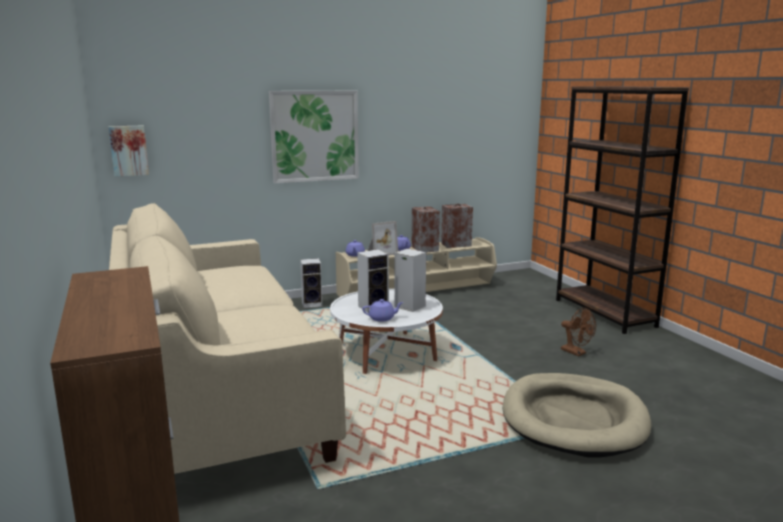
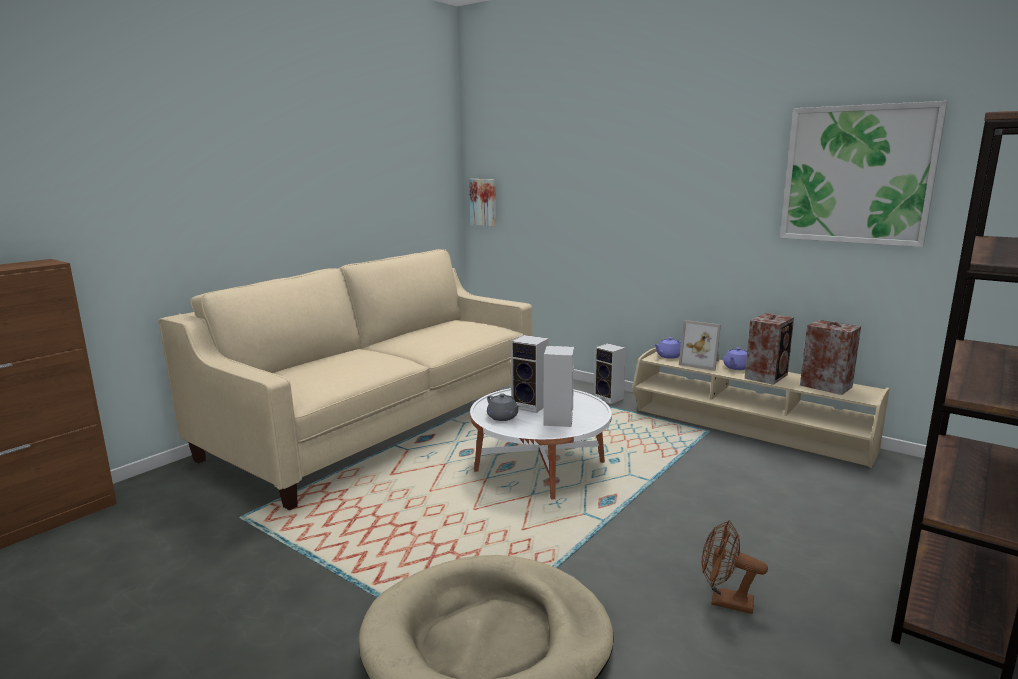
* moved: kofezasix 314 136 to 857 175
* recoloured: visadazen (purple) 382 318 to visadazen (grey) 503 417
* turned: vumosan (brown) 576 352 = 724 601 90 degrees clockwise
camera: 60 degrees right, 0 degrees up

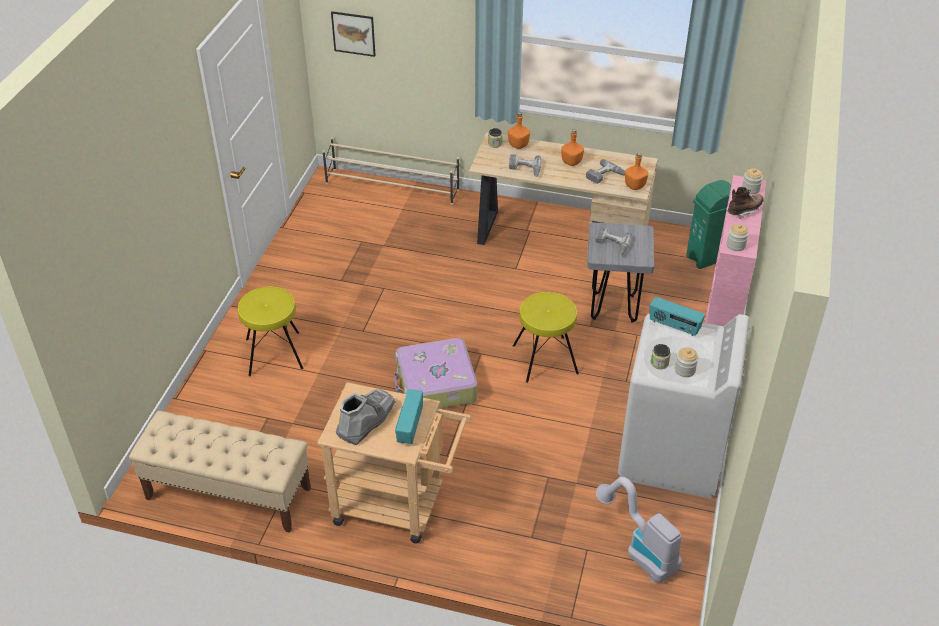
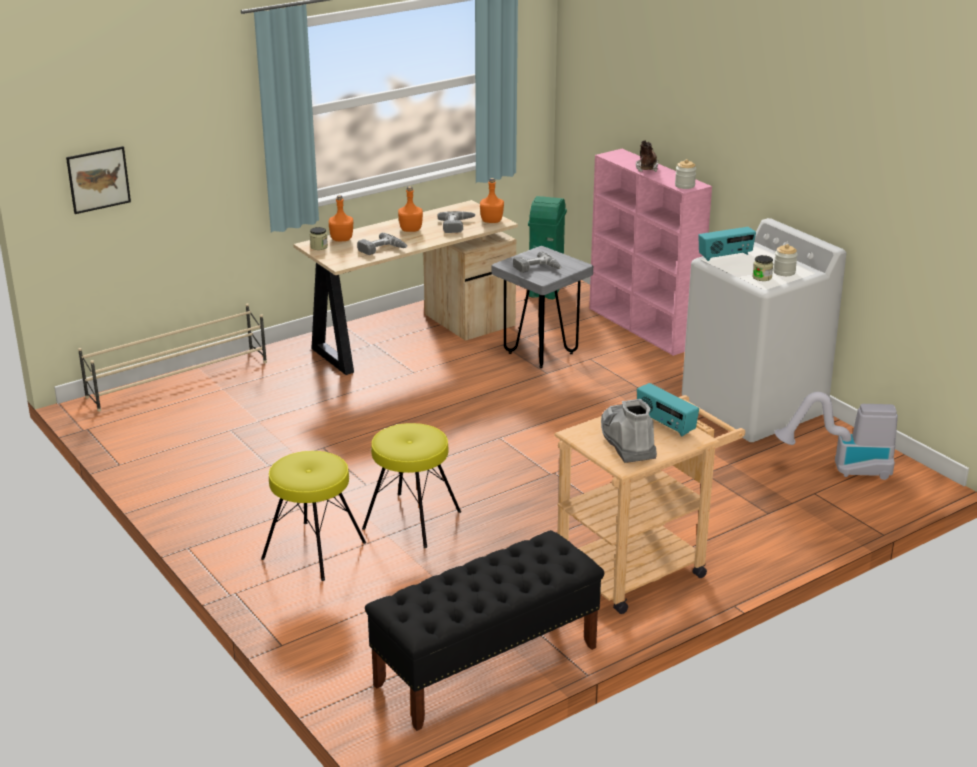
* recoloured: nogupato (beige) 228 493 to nogupato (black) 486 666
* removed: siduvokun 435 384
* moved: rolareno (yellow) 545 359 to 412 520
* removed: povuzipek 750 189
camera: 50 degrees left, 15 degrees down

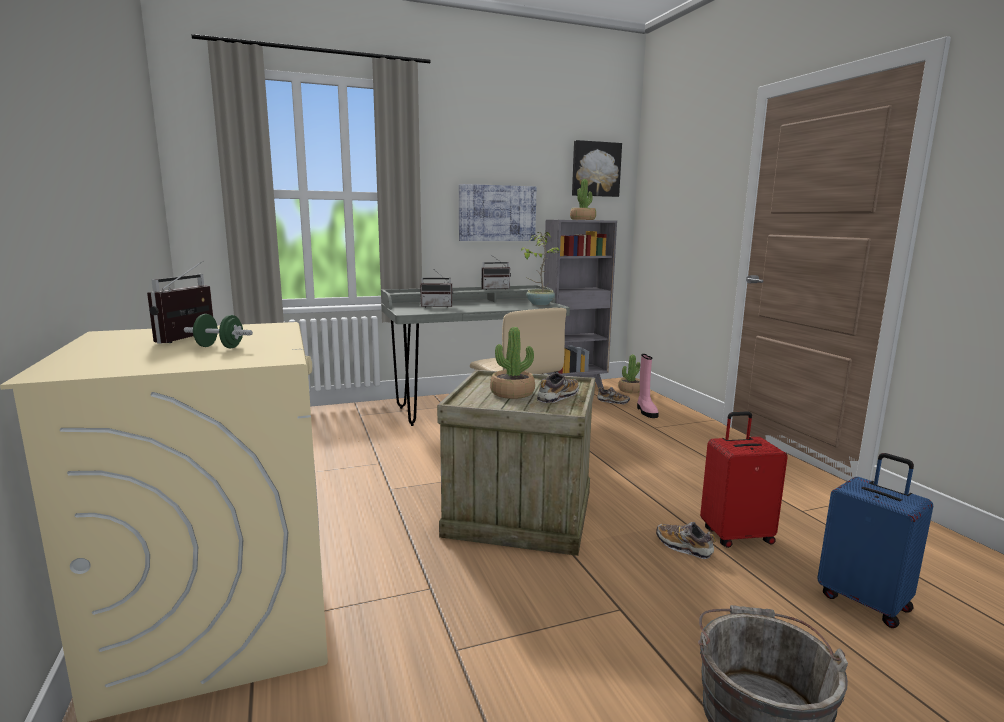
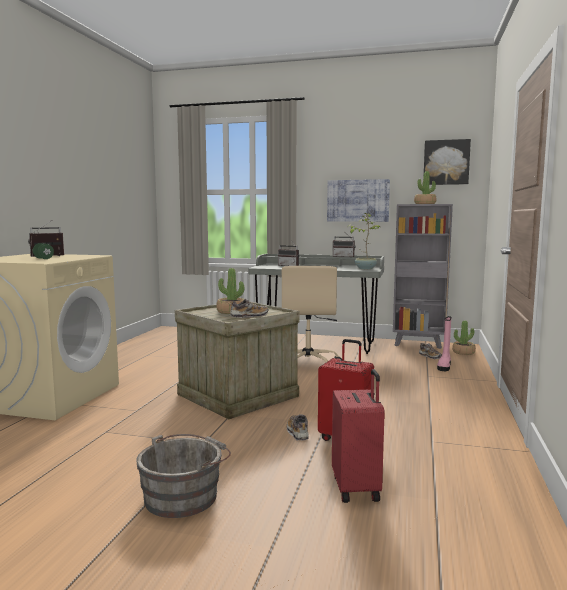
* recoloured: siduvokun (blue) 865 601 to siduvokun (red) 357 488
camera: 35 degrees right, 5 degrees down

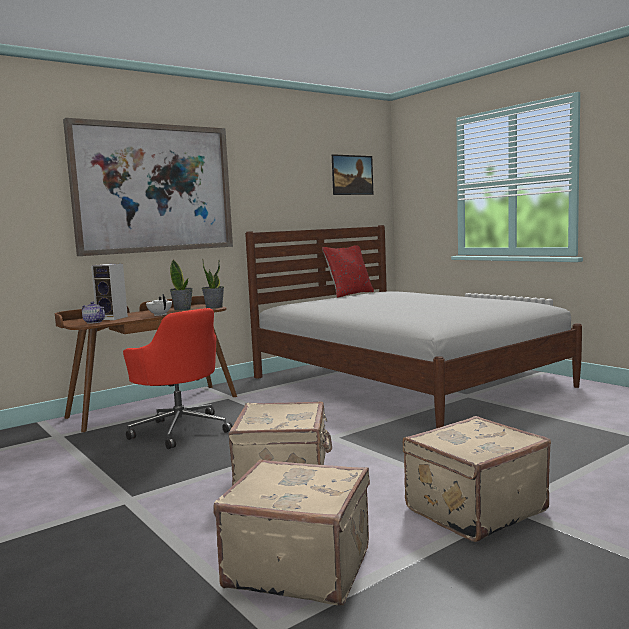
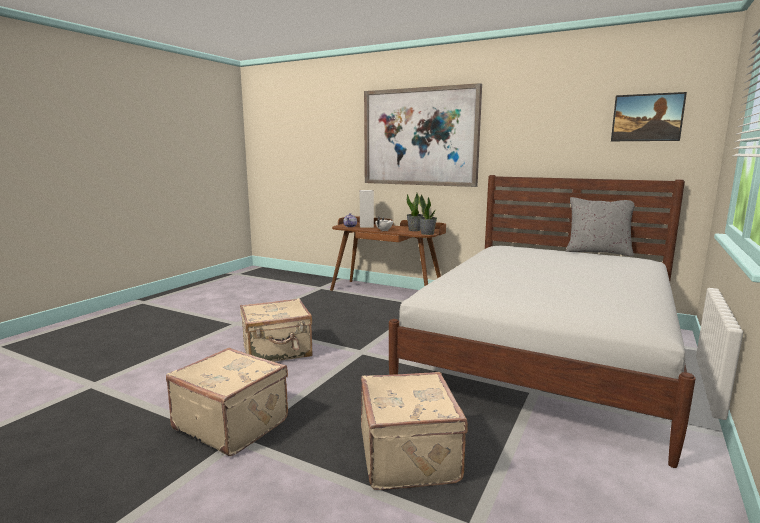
* removed: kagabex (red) 180 429
* moved: siduvokun (beige) 299 566 to 410 455
* recoloured: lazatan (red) 349 294 to lazatan (grey) 597 252
camera: 65 degrees right, 5 degrees up

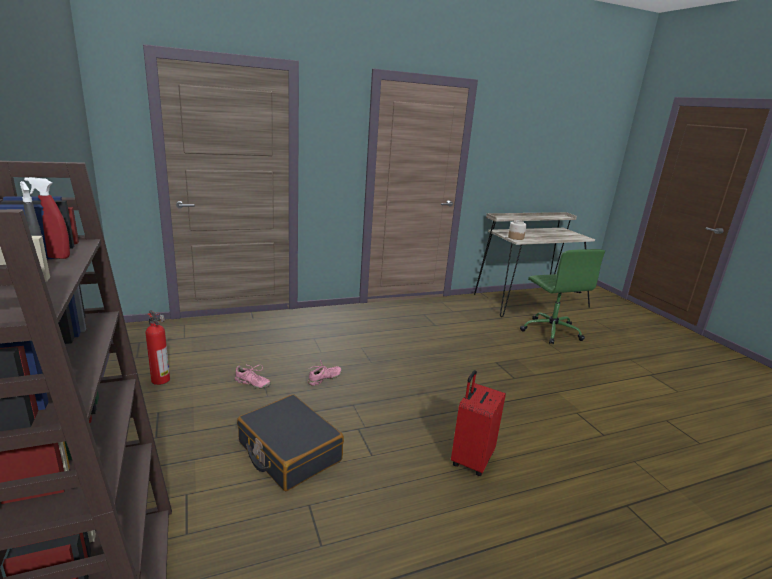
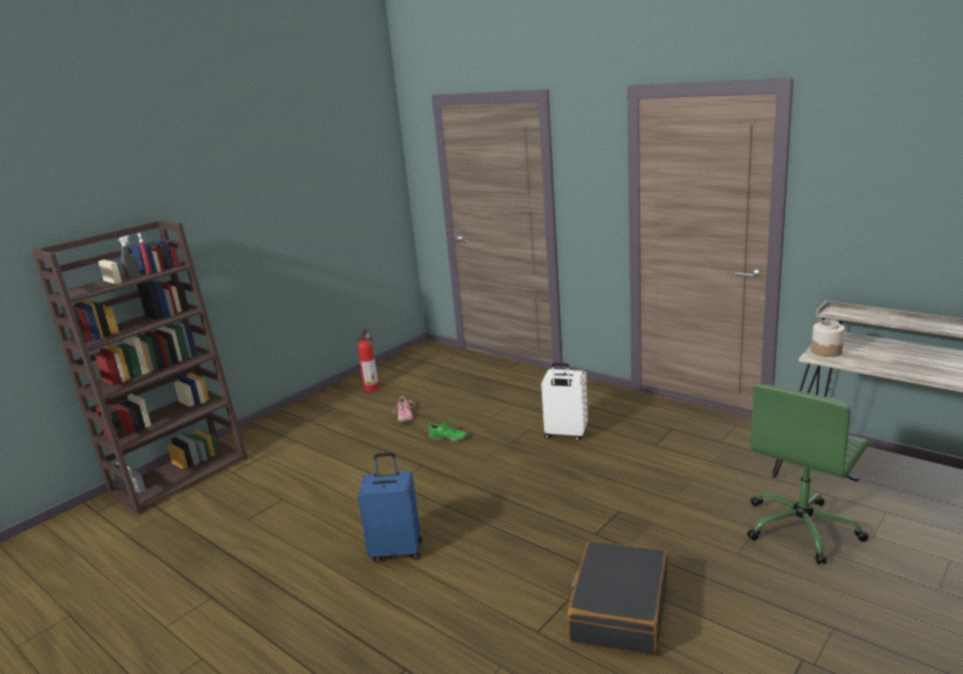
* moved: siduvokun (black) 289 452 to 619 610
* recoloured: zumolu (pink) 324 379 to zumolu (green) 447 438
* recoloured: siduvokun (red) 471 460 to siduvokun (blue) 397 550
* added: siduvokun (white) 565 434
camera: 65 degrees right, 0 degrees up

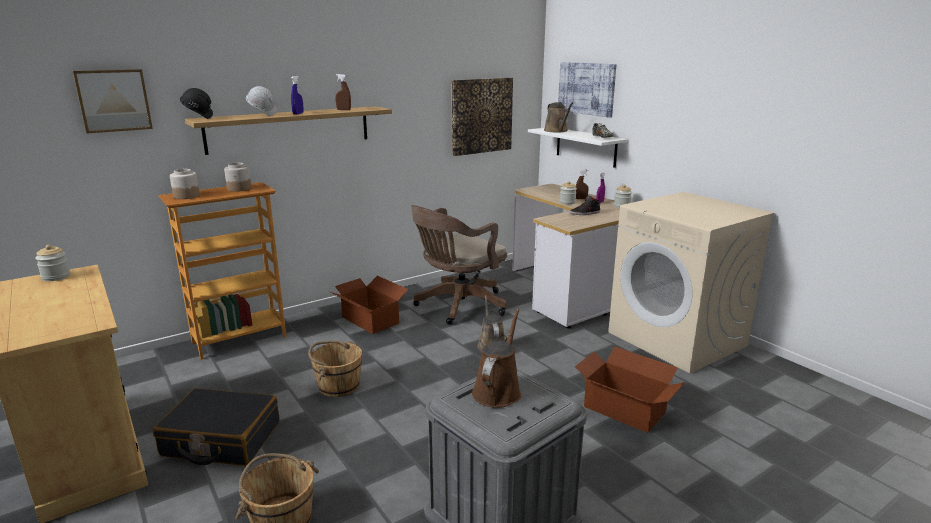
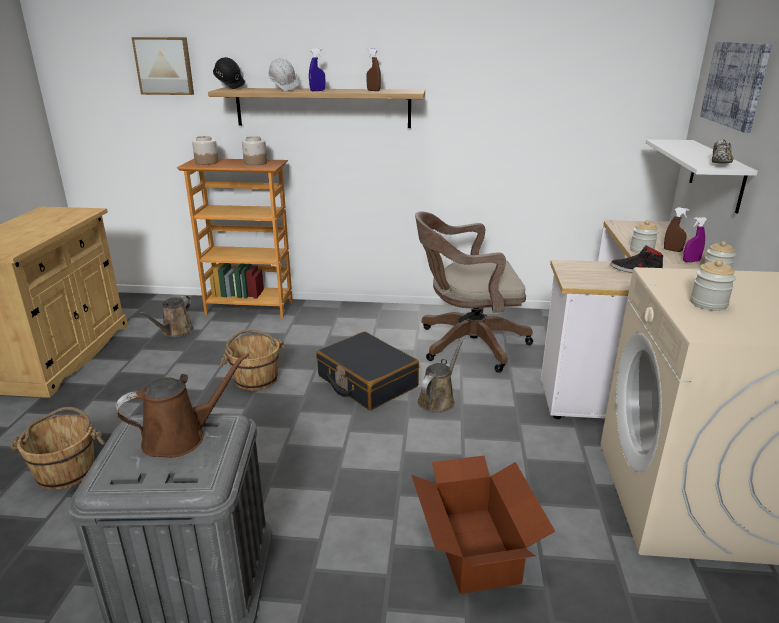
* moved: povuzipek 56 277 to 708 304
* moved: siduvokun (black) 221 439 to 366 382
* removed: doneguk 370 320
* removed: kofezasix 481 116
* moved: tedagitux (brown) 557 131 to 175 332
camera: 40 degrees right, 5 degrees up

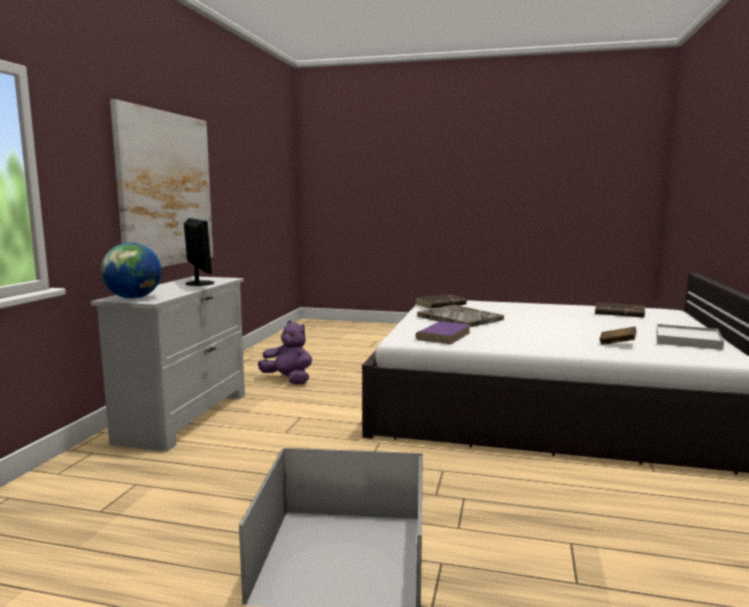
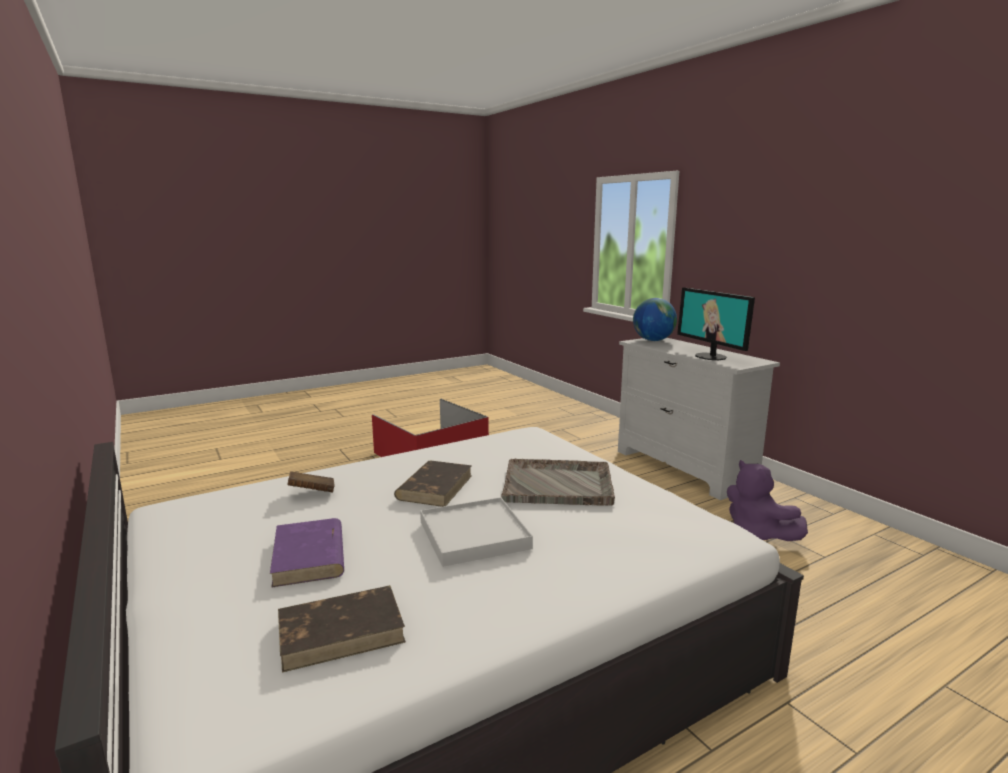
* removed: kofezasix 166 189
* turned: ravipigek 199 283 = 711 356 45 degrees clockwise
* turned: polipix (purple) 288 380 = 756 534 75 degrees clockwise
* moved: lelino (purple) 443 336 to 309 556
* moved: lelino (brown) 440 304 to 435 487
* moved: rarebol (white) 687 340 to 473 535
camera: 135 degrees right, 5 degrees up

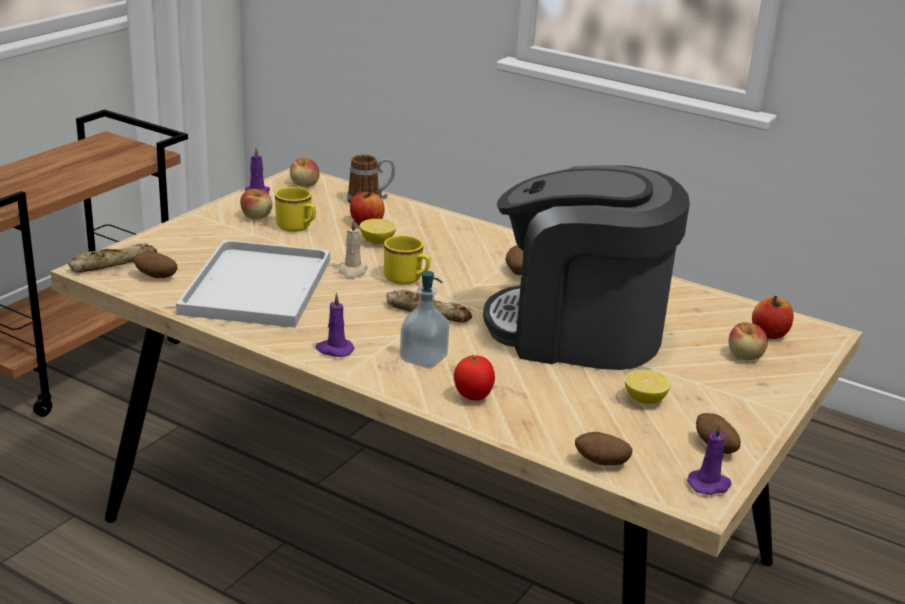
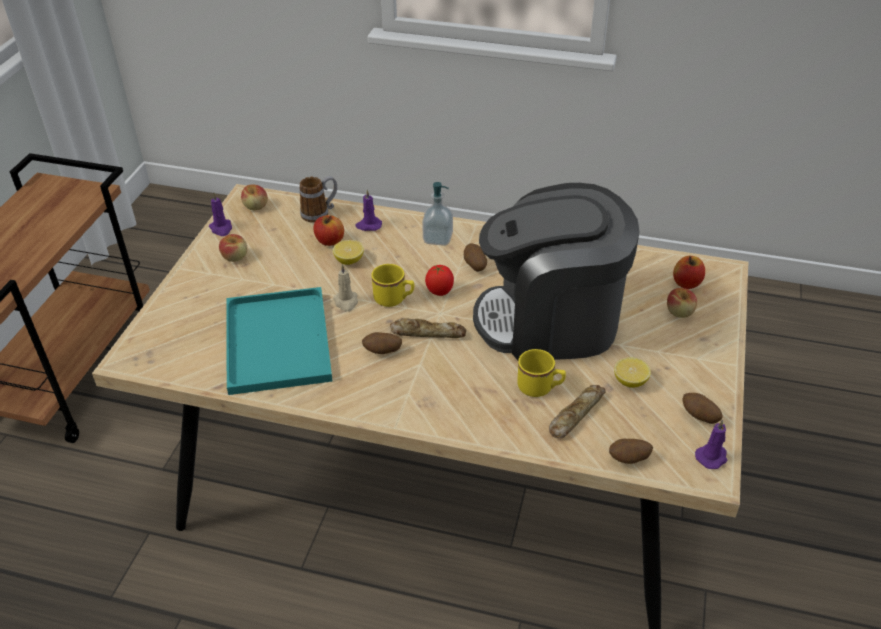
* moved: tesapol 113 263 to 575 414
* moved: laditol 156 277 to 382 352
* recoloured: rarebol (white) 258 288 to rarebol (turquoise) 279 343
* moved: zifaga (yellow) 297 227 to 540 388
* moved: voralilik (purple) 334 350 to 368 225
* moved: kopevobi 423 359 to 438 238
* moved: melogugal 473 397 to 439 292
camera: 15 degrees left, 15 degrees up

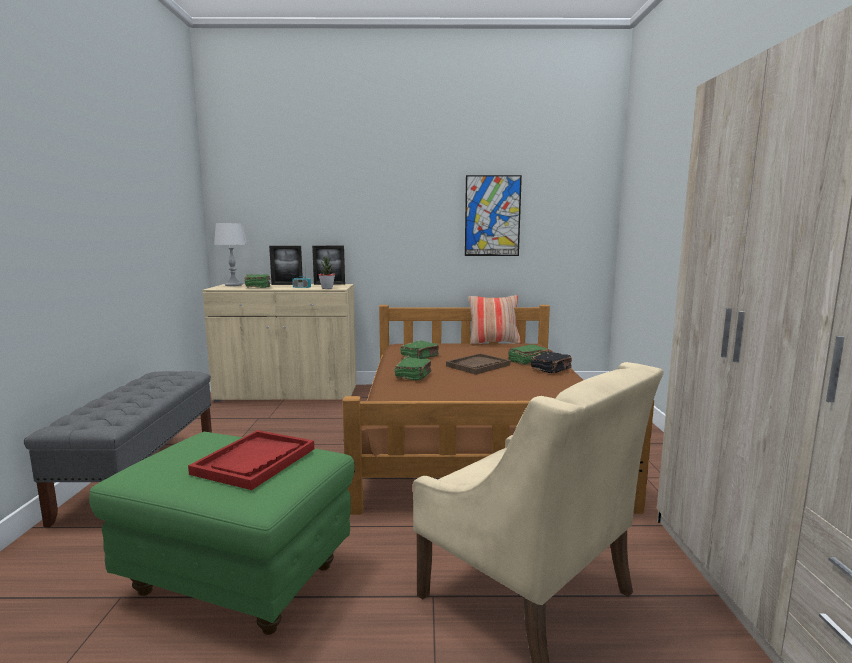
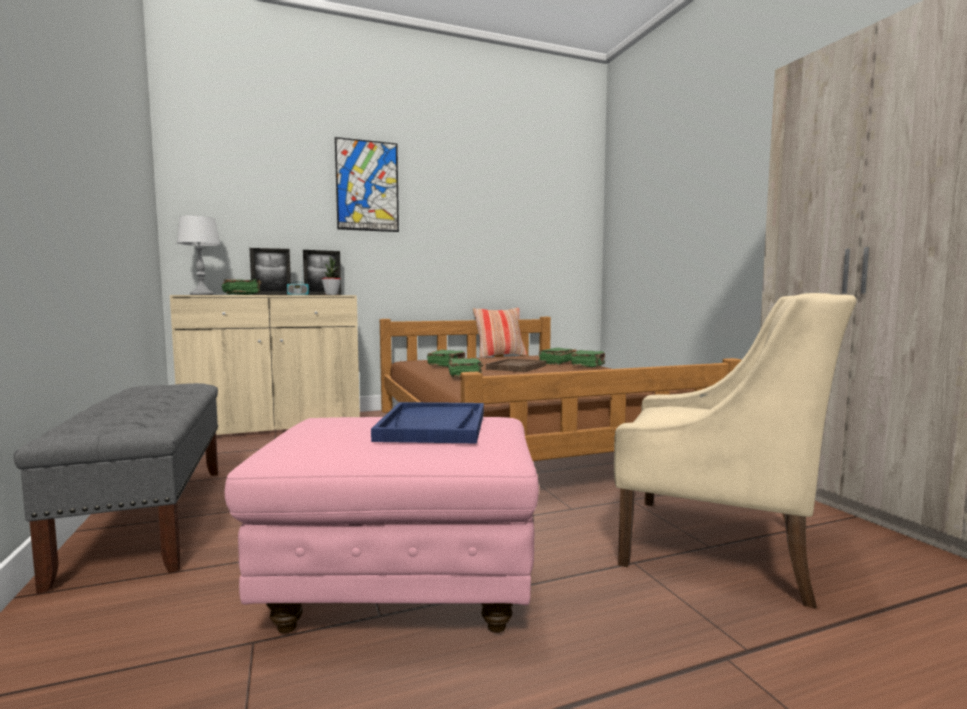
* recoloured: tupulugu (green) 236 580 to tupulugu (pink) 400 593
* recoloured: rarebol (red) 255 461 to rarebol (blue) 433 426
* moved: kofezasix 492 216 to 367 186
* recoloured: lelino (black) 551 369 to lelino (green) 588 366
camera: 20 degrees left, 5 degrees down

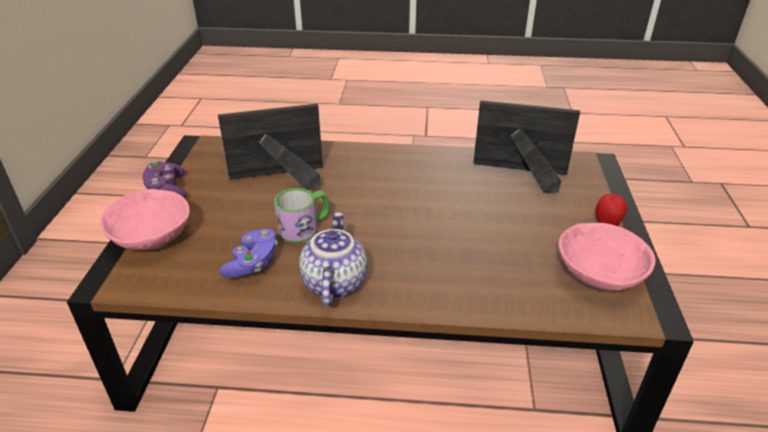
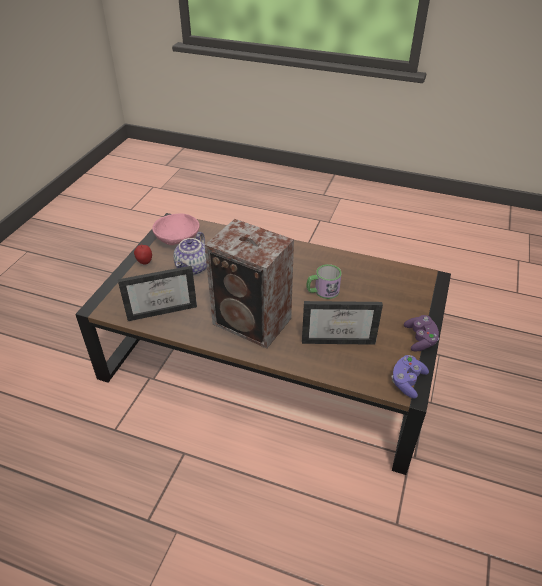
* removed: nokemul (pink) 151 237
* moved: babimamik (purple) 253 264 to 407 381
* moved: visadazen 333 283 to 193 268
* turned: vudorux 517 173 = 163 308 45 degrees counterclockwise
* added: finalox 253 323
camera: 165 degrees left, 5 degrees up

